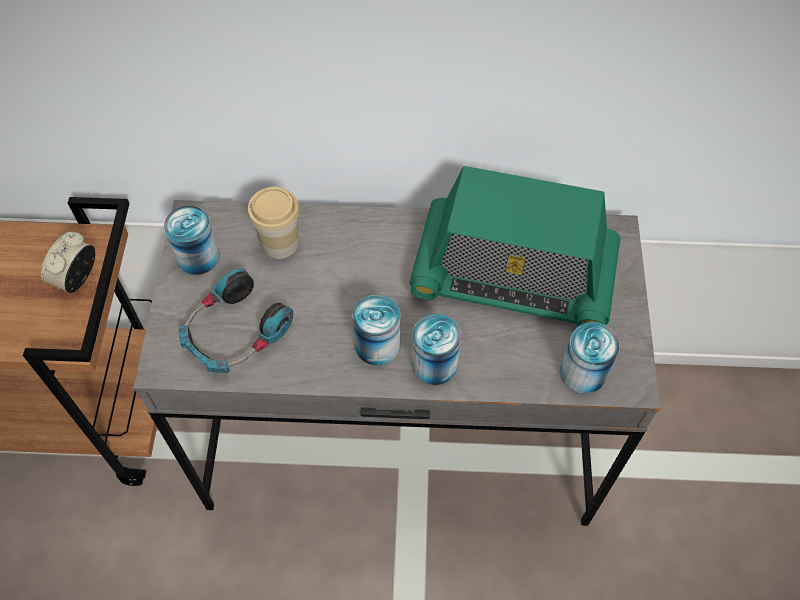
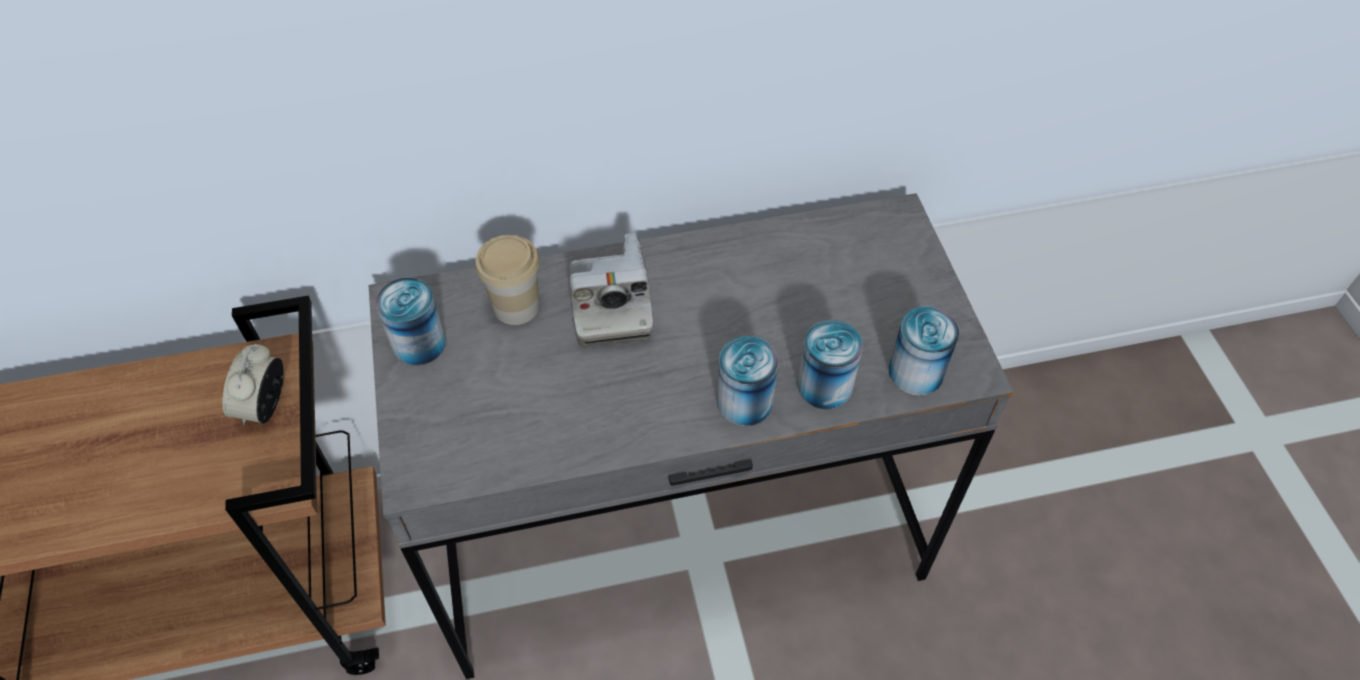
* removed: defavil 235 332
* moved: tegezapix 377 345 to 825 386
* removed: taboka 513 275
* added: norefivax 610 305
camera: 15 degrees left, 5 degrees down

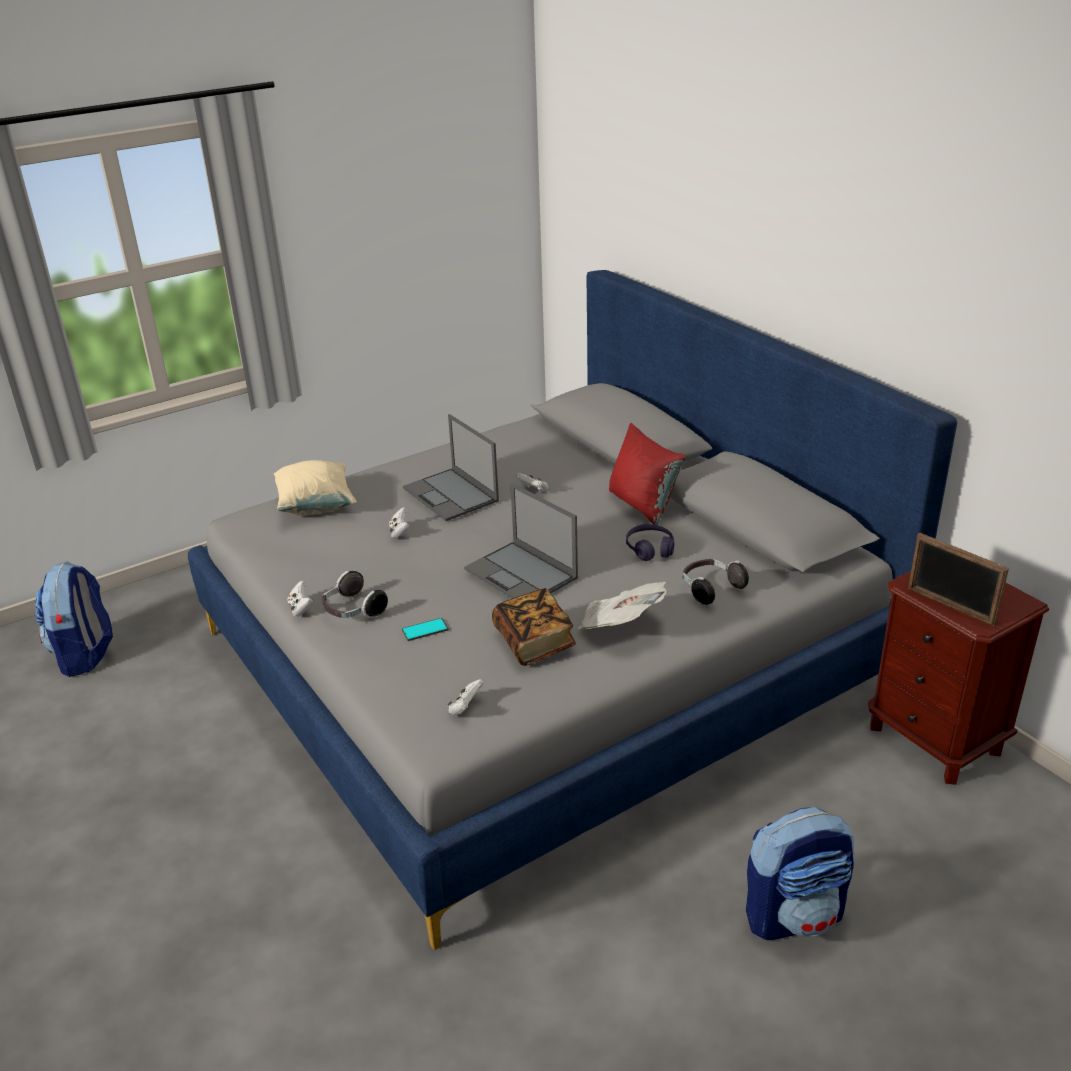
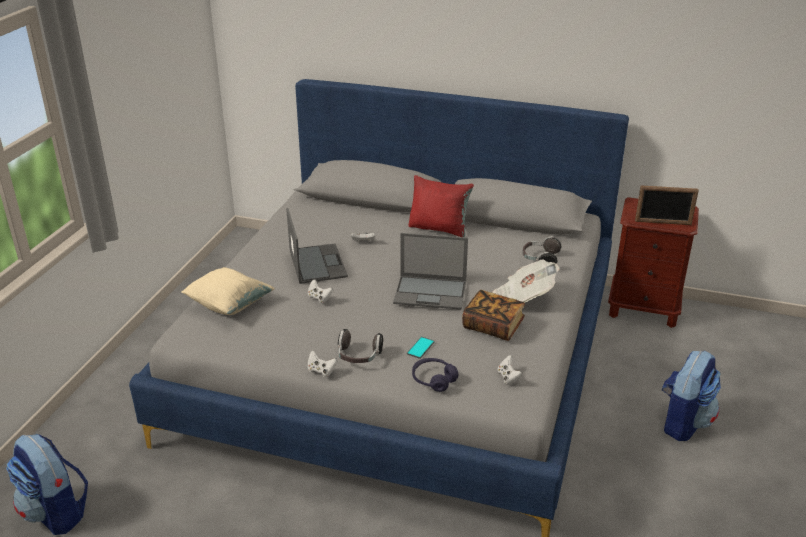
* turned: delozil 451 495 = 317 263 120 degrees counterclockwise
* moved: defavil (purple) 650 549 to 433 380
camera: 40 degrees left, 0 degrees up

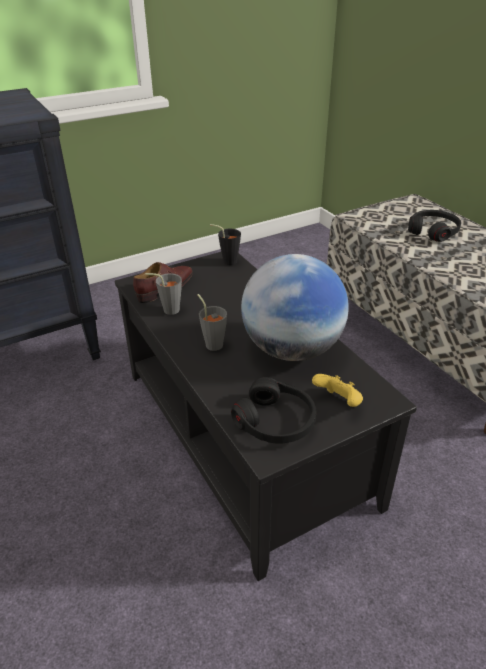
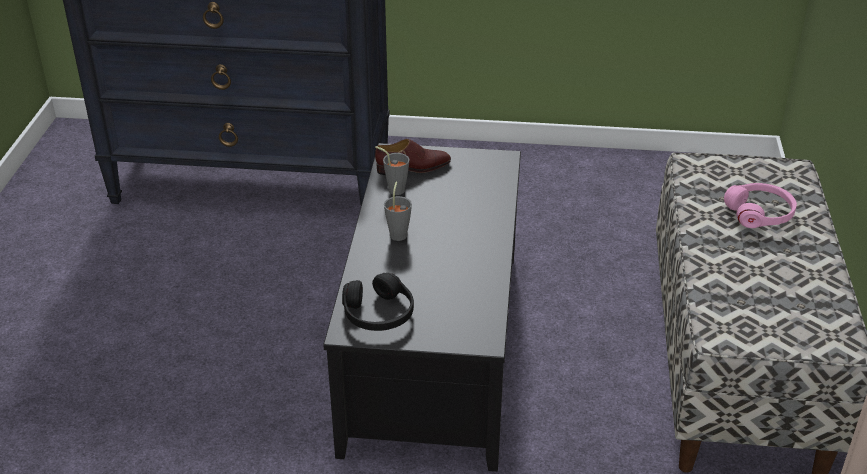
* removed: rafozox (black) 226 261
* removed: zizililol 291 349
* removed: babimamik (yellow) 338 402
* recoloured: defavil (black) 433 231 to defavil (pink) 759 213
camera: 35 degrees right, 0 degrees up

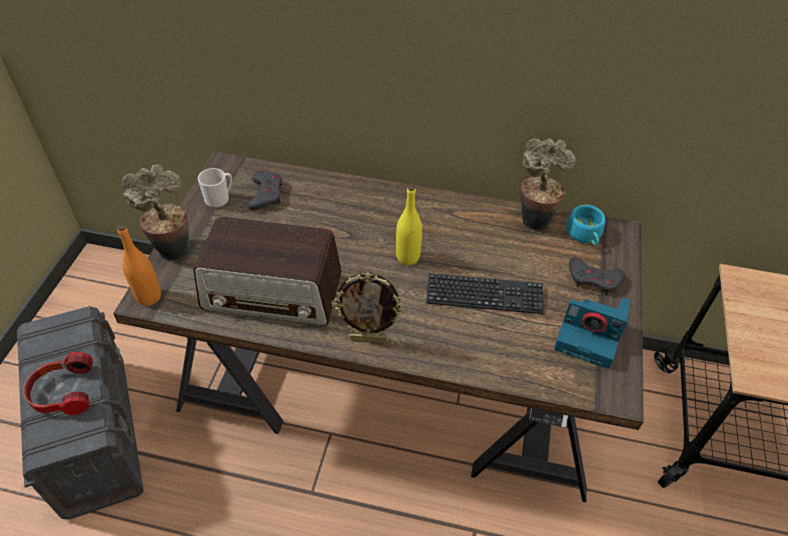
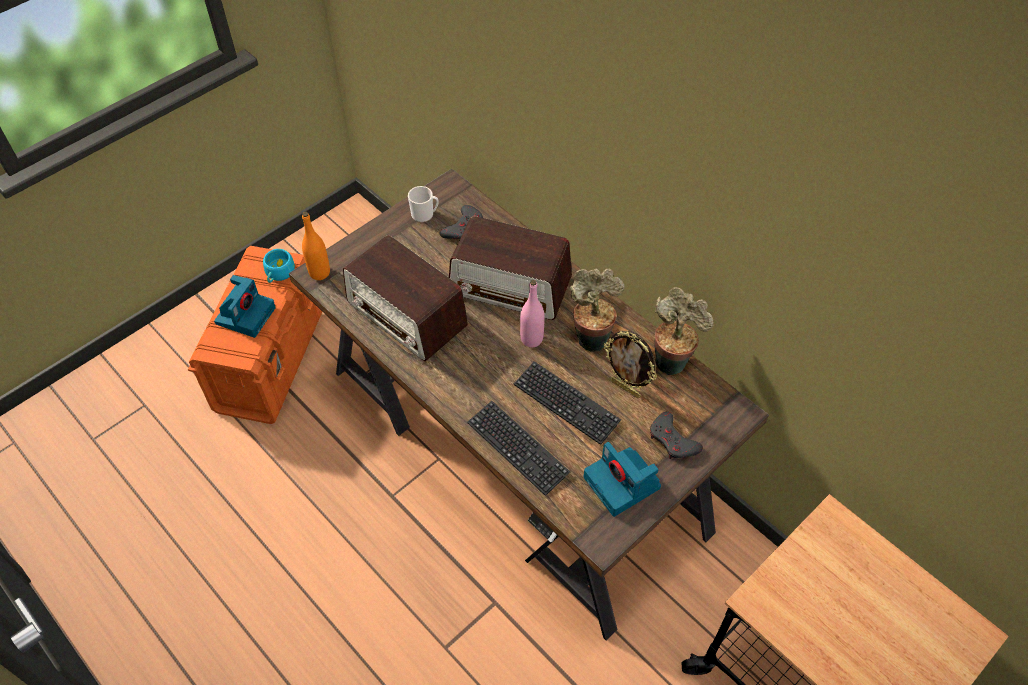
* recoloured: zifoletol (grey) 97 434 to zifoletol (orange) 271 360
* replaced: defavil 62 392 to norefivax 246 314
* moved: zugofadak 172 247 to 591 337
* moved: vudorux 368 339 to 626 388
* recoloured: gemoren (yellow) 407 257 to gemoren (pink) 531 339
* moved: rafozox (turquoise) 585 235 to 278 274
* added: taboka 511 286
* added: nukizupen 517 448
camera: 35 degrees right, 5 degrees up

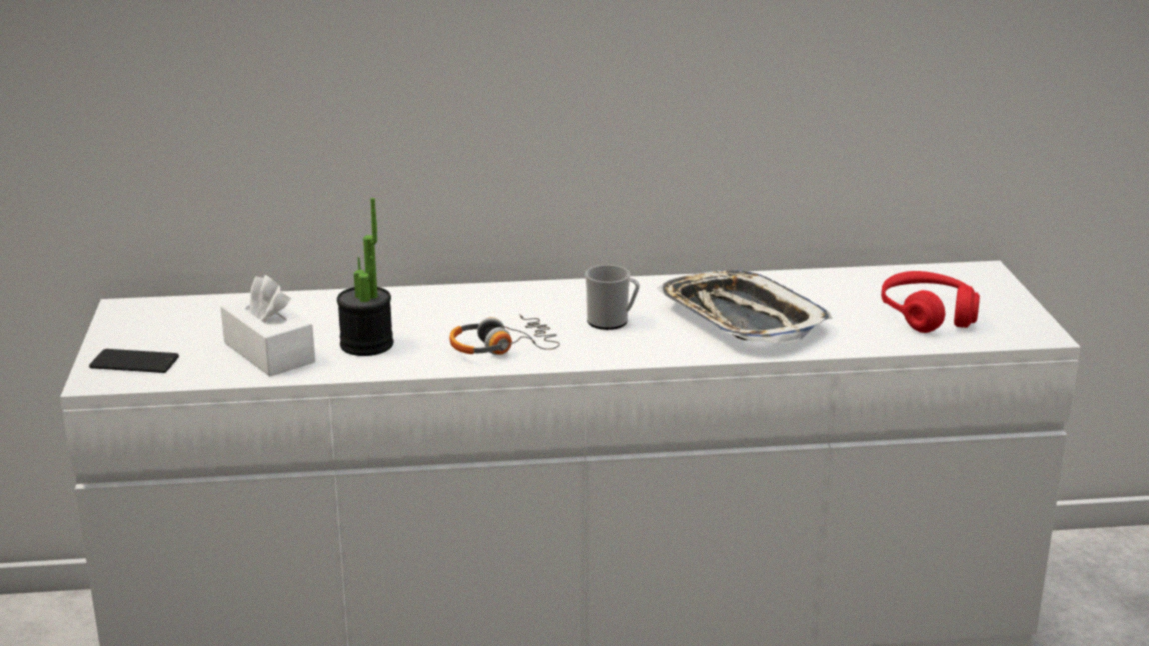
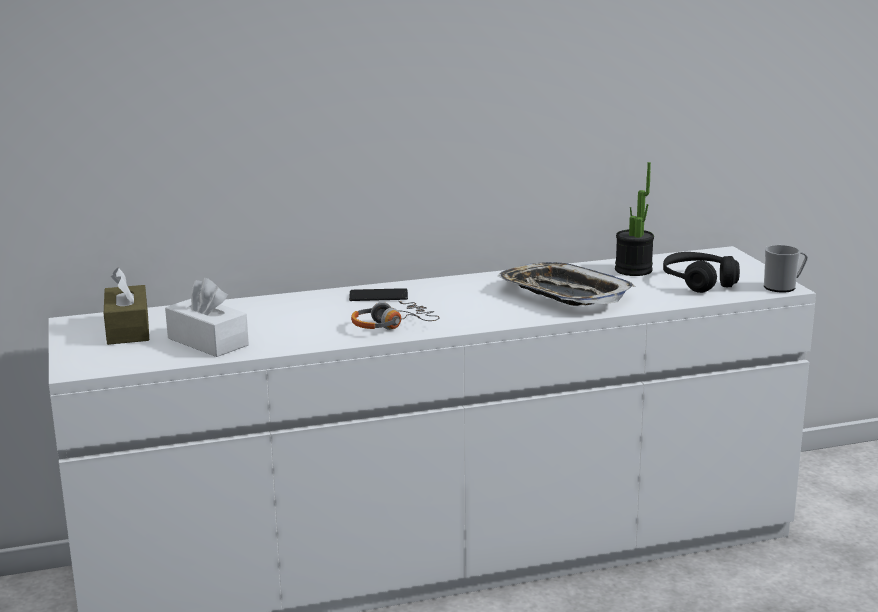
* moved: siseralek 134 363 to 378 296
* moved: zugofadak 366 345 to 633 270
* moved: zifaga 612 322 to 783 287
* recoloured: defavil (red) 927 315 to defavil (black) 699 282
* added: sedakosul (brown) 128 329
camera: 10 degrees left, 5 degrees down

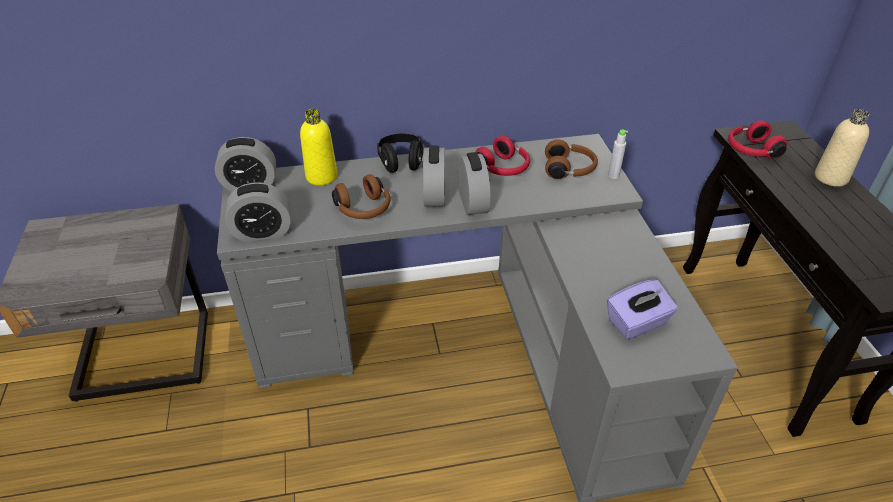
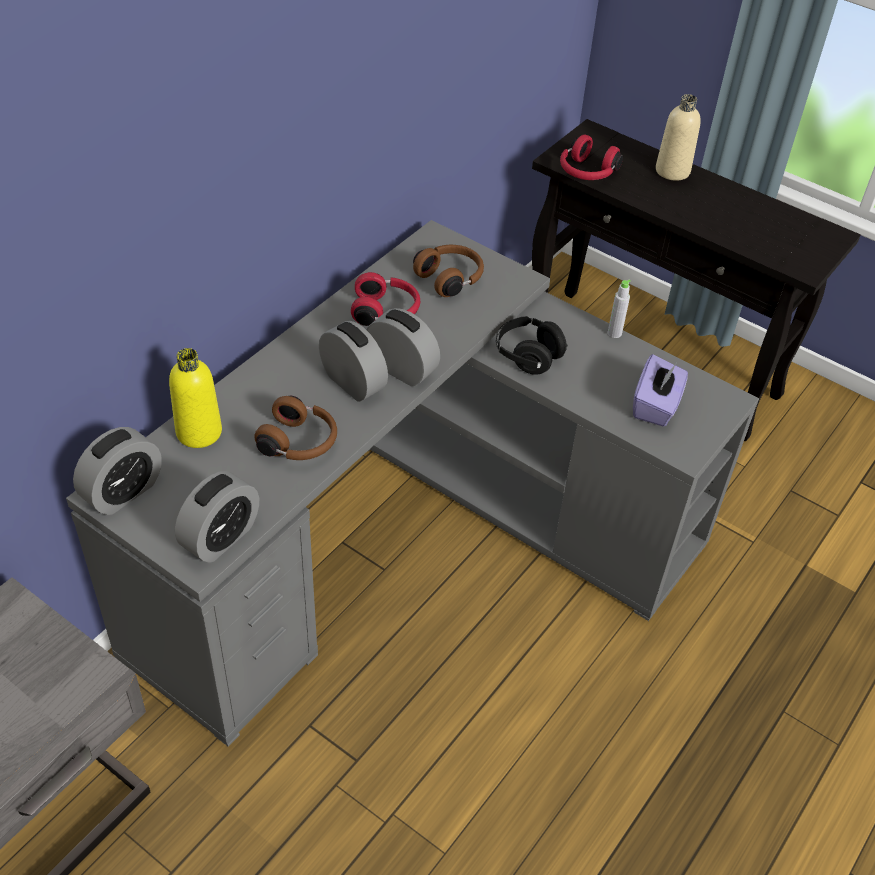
* moved: defavil (black) 401 162 to 527 356
* moved: gemoren (grey) 613 175 to 614 333
camera: 45 degrees left, 5 degrees up

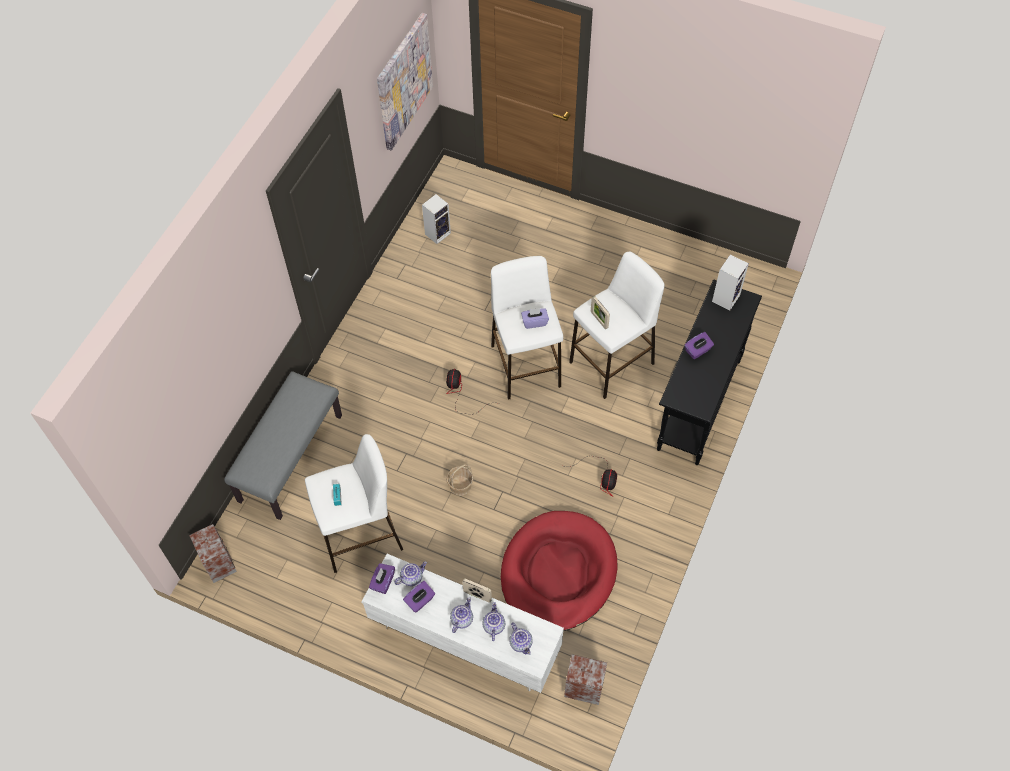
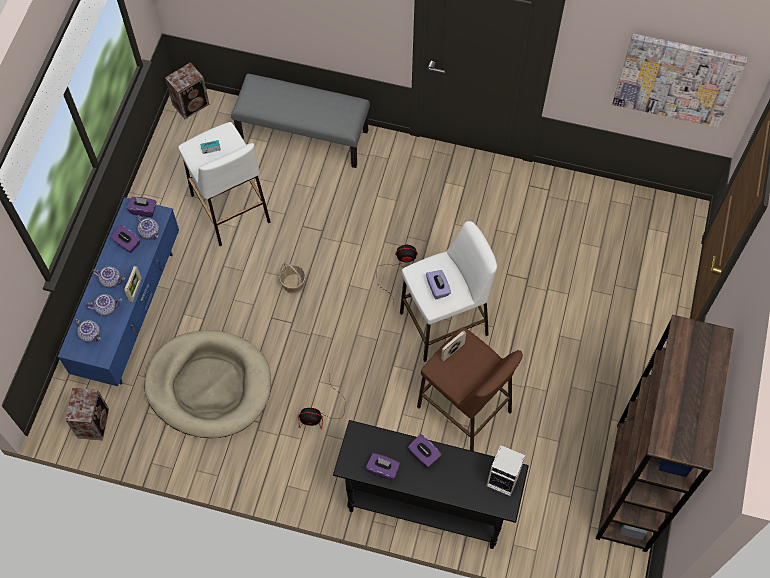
* recoloured: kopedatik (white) 465 642 to kopedatik (blue) 132 314
* removed: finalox 438 233
* recoloured: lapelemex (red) 558 573 to lapelemex (beige) 209 385
* turned: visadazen 521 643 = 91 334 105 degrees counterclockwise
* recoloured: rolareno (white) 612 362 to rolareno (brown) 464 410
* added: sedakosul (purple) 383 469
* added: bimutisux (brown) 631 487
camera: 80 degrees right, 5 degrees up

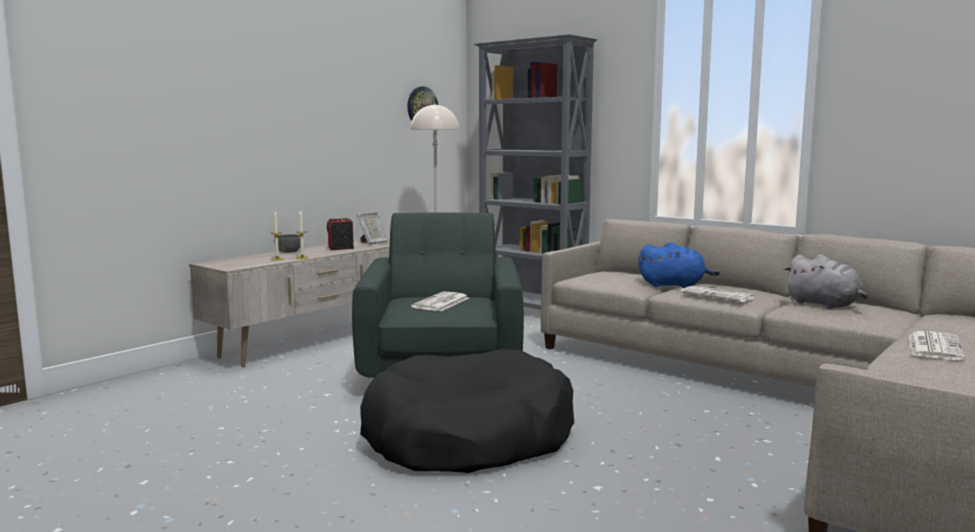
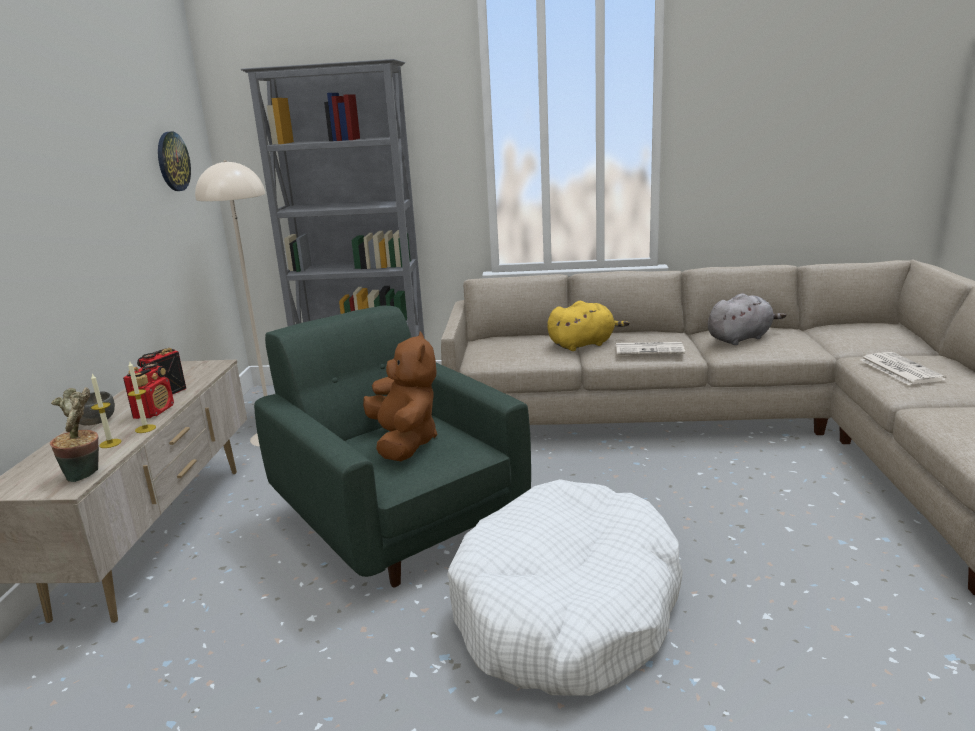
* removed: vudorux 372 243
* recoloured: lapelemex (black) 467 437 to lapelemex (white) 566 609
* replaced: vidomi 441 303 to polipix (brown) 404 443
* recoloured: polipix (blue) 674 285 to polipix (yellow) 583 344
* turned: polipix (grey) 824 305 = 740 338 45 degrees counterclockwise
* added: zugofadak 86 474
* added: taboka 154 411
camera: 35 degrees left, 10 degrees up

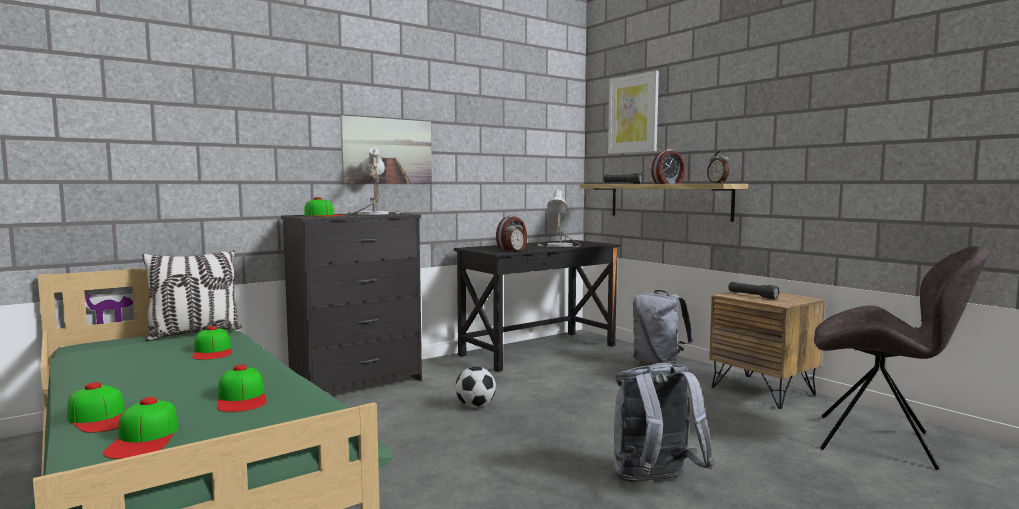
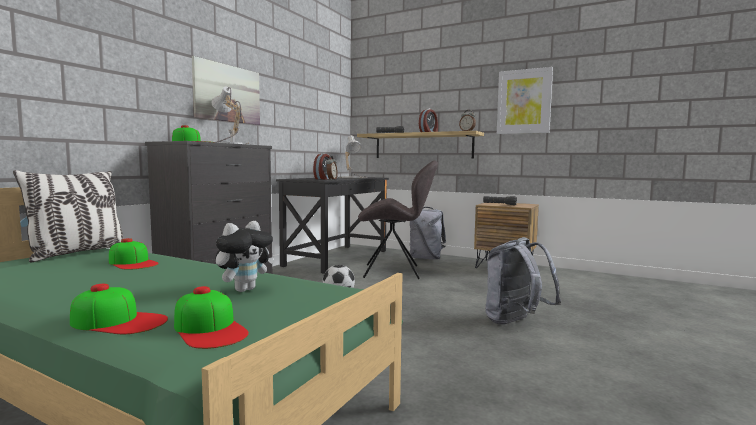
* replaced: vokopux 242 398 to polipix 244 289
* moved: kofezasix 633 114 to 524 101
* moved: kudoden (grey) 880 442 to 394 272
camera: 25 degrees left, 0 degrees up

